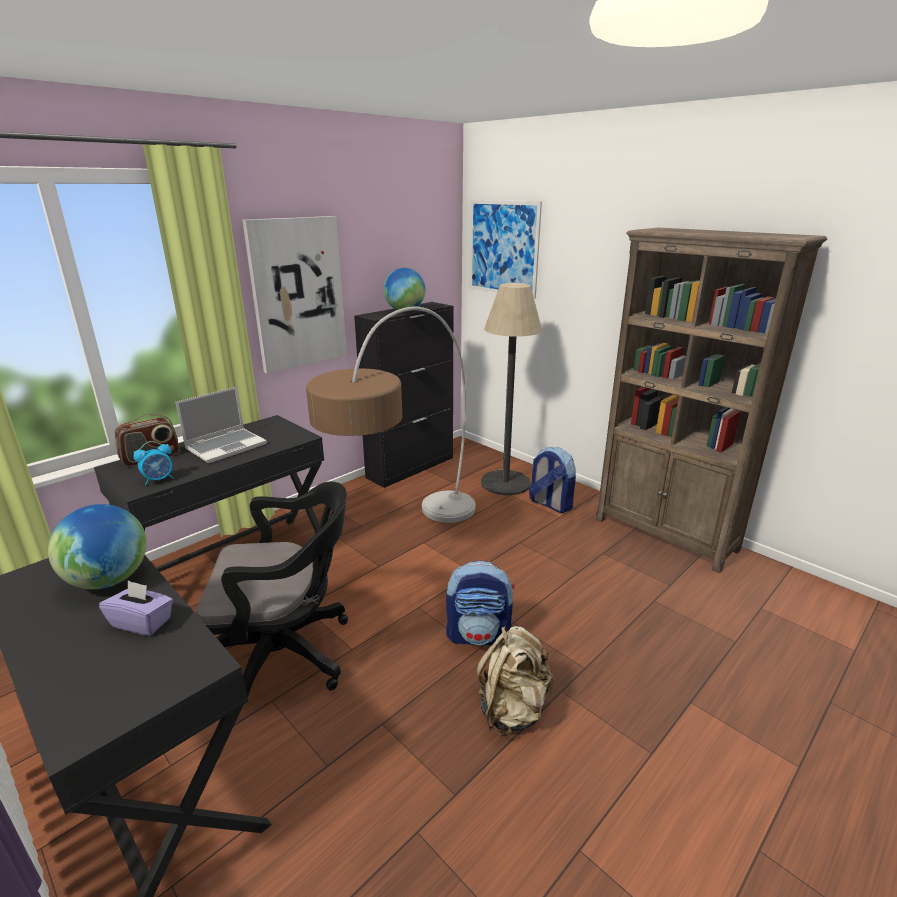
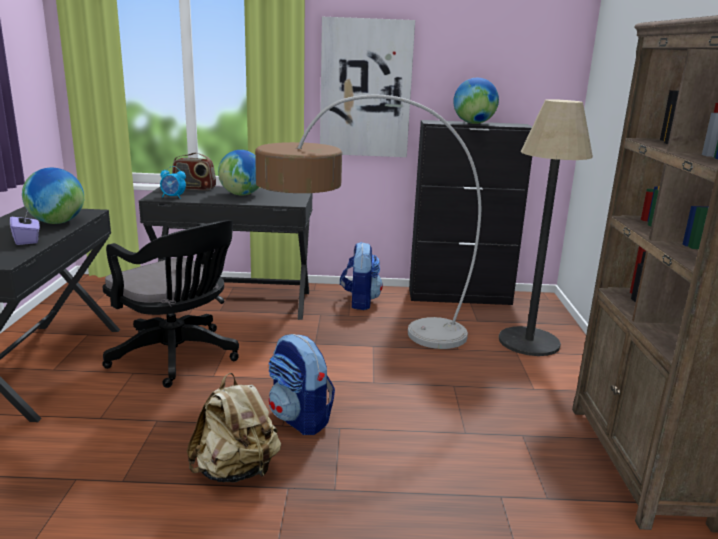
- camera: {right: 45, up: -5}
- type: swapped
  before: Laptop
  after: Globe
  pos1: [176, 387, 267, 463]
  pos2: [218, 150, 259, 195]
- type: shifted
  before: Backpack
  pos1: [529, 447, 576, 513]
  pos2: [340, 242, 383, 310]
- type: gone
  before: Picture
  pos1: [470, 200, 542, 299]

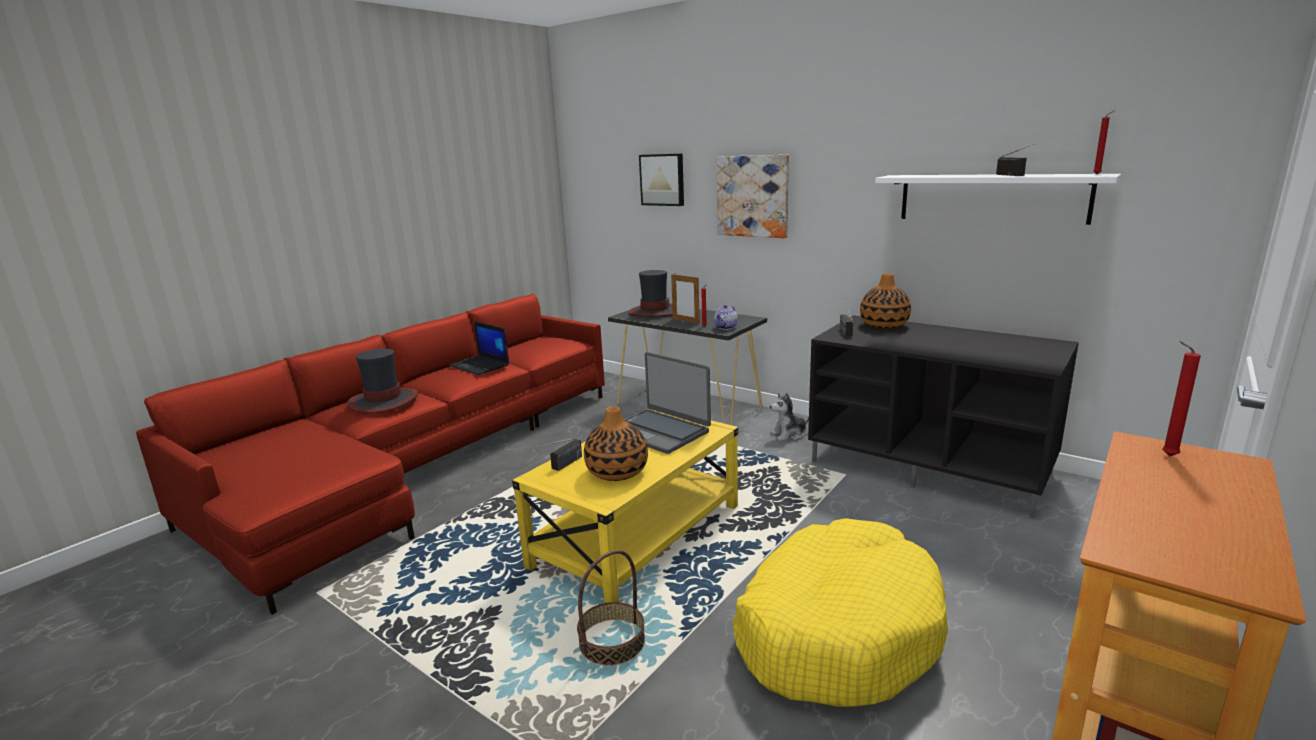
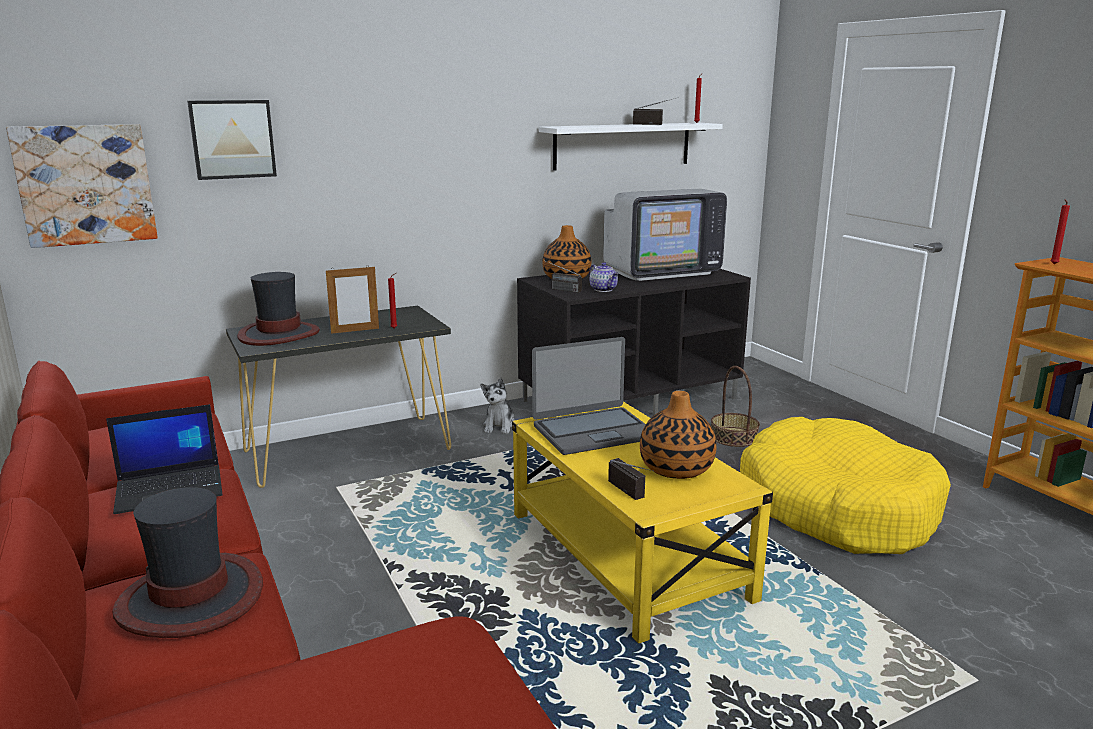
- camera: {right: -65, up: 0}
- type: shifted
  before: Picture
  pos1: [717, 155, 789, 238]
  pos2: [6, 124, 158, 248]
- type: shifted
  before: Teapot
  pos1: [714, 305, 738, 330]
  pos2: [589, 262, 619, 292]
- type: new
  after: Television
  pos2: [603, 189, 727, 281]
- type: shifted
  before: Basket
  pos1: [577, 550, 645, 666]
  pos2: [711, 366, 760, 447]

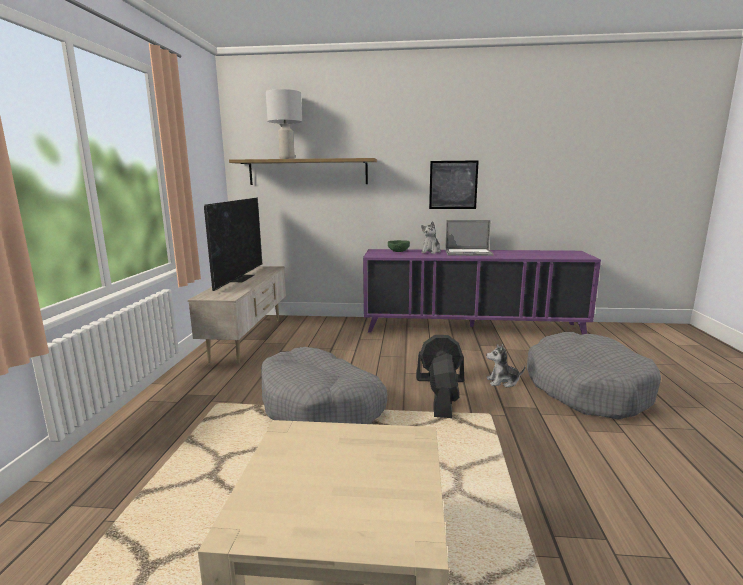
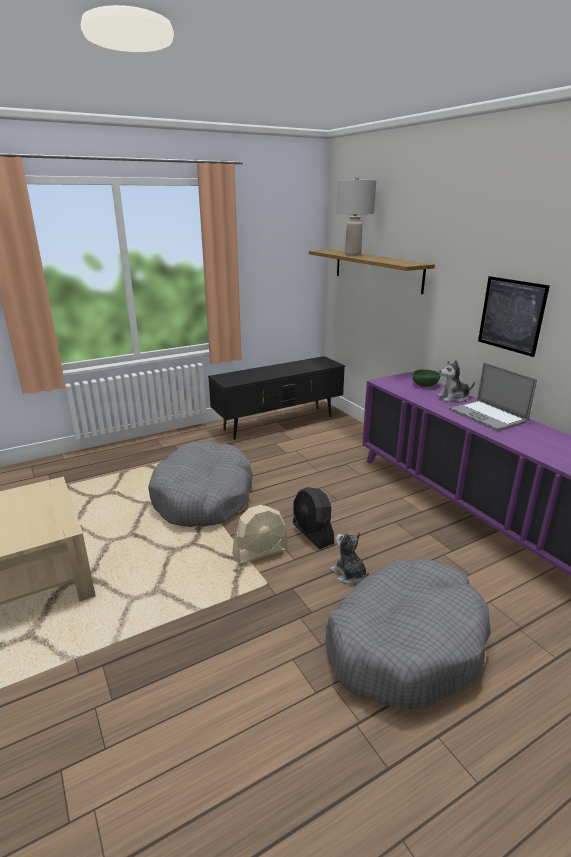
- camera: {right: 55, up: 10}
- type: repainted
  before: BeigeTvStand
  after: BlackTvStand
  pos1: [188, 266, 286, 364]
  pos2: [208, 356, 345, 440]
- type: repainted
  before: BlackFan
  after: BeigeFan
  pos1: [429, 353, 459, 418]
  pos2: [232, 505, 288, 564]
- type: gone
  before: Television
  pos1: [204, 197, 262, 291]

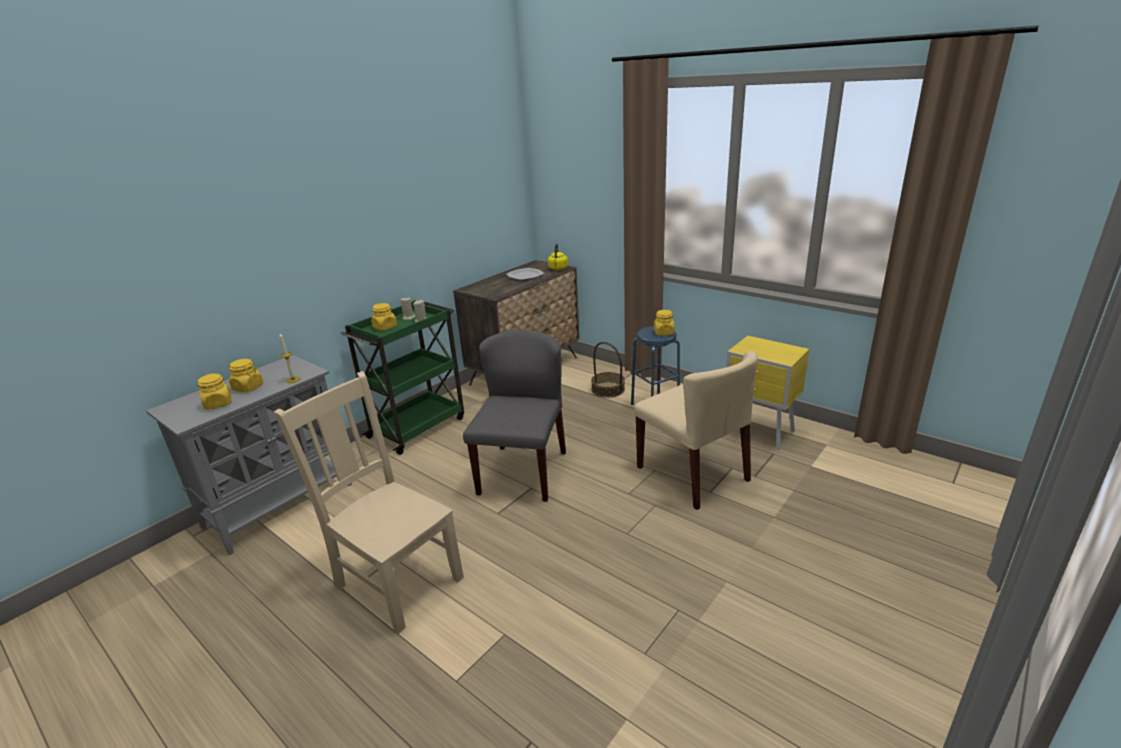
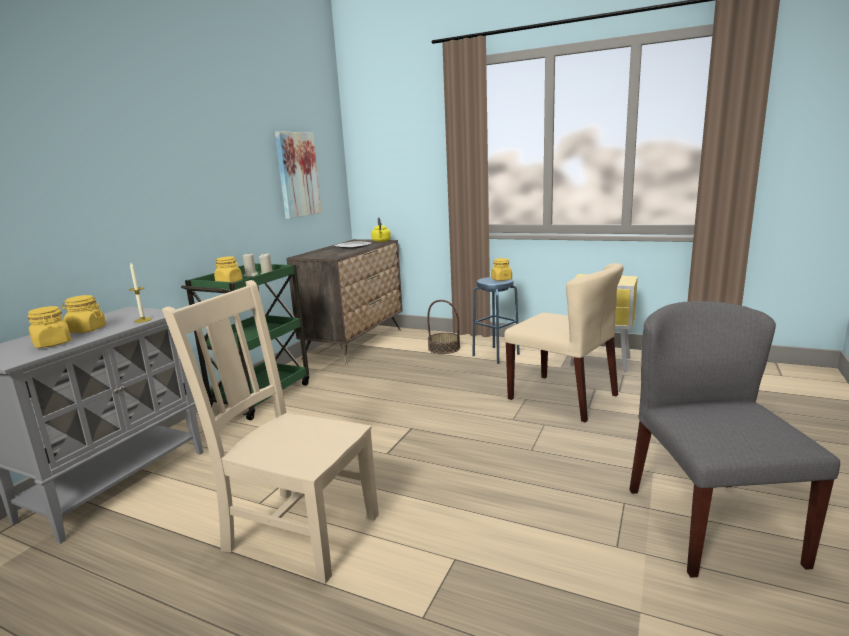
- camera: {right: -15, up: -10}
- type: new
  after: Picture
  pos2: [275, 131, 321, 219]
- type: shifted
  before: GreyChair
  pos1: [463, 329, 566, 502]
  pos2: [629, 301, 840, 578]

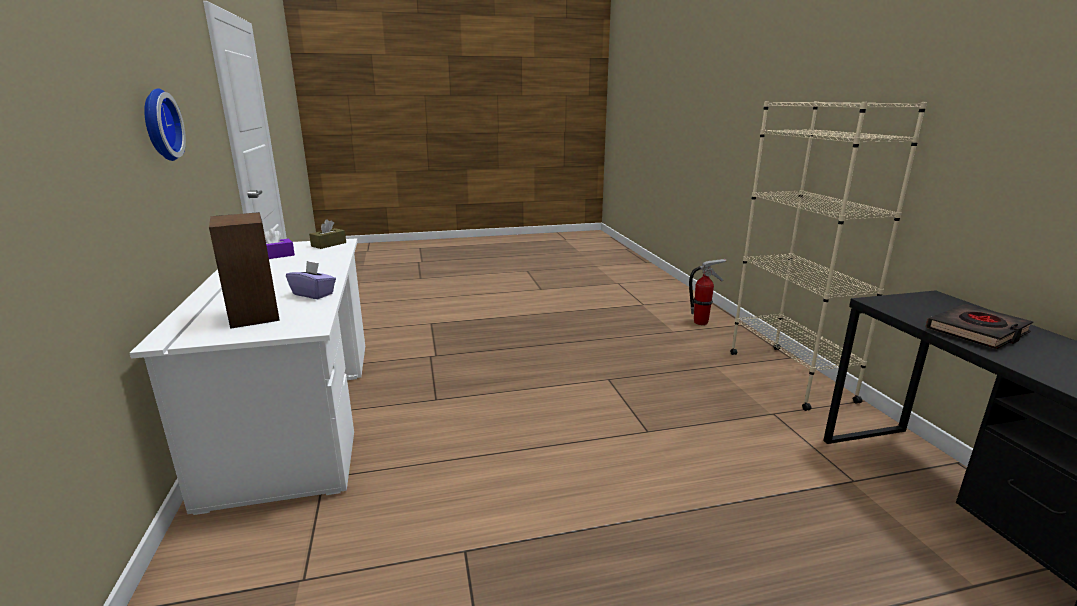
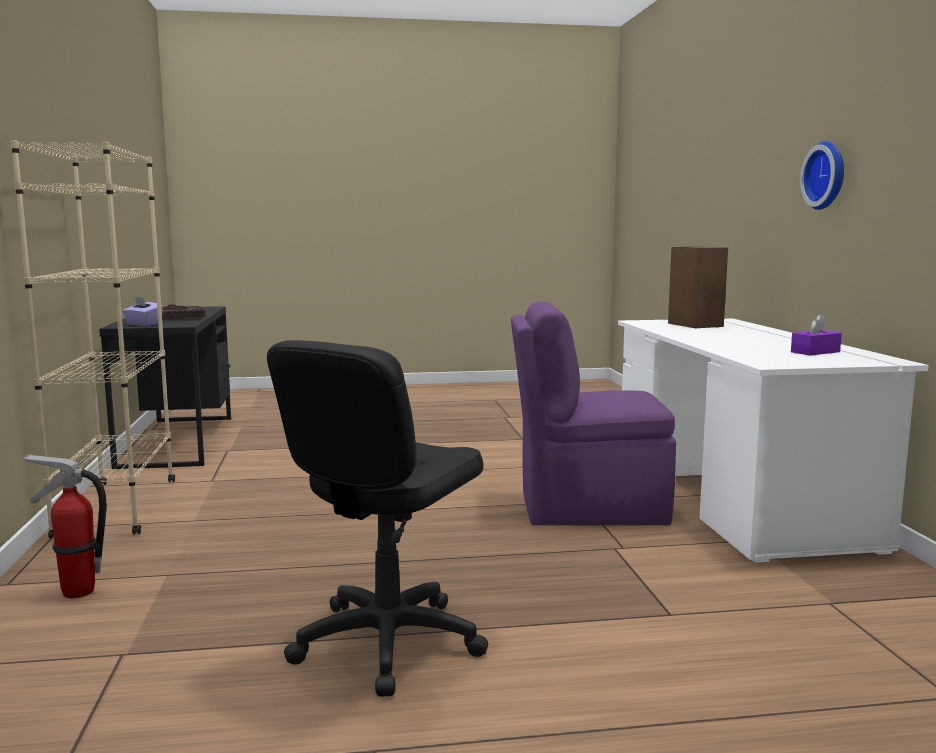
- camera: {right: -175, up: -10}
- type: shifted
  before: PurpleTissueBox
  pos1: [286, 261, 336, 299]
  pos2: [122, 297, 163, 326]
- type: new
  after: BlackOfficeChair
  pos2: [267, 340, 488, 697]
- type: new
  after: PurpleChair
  pos2: [511, 301, 676, 525]
- type: gone
  before: BrownTissueBox
  pos1: [309, 219, 346, 249]

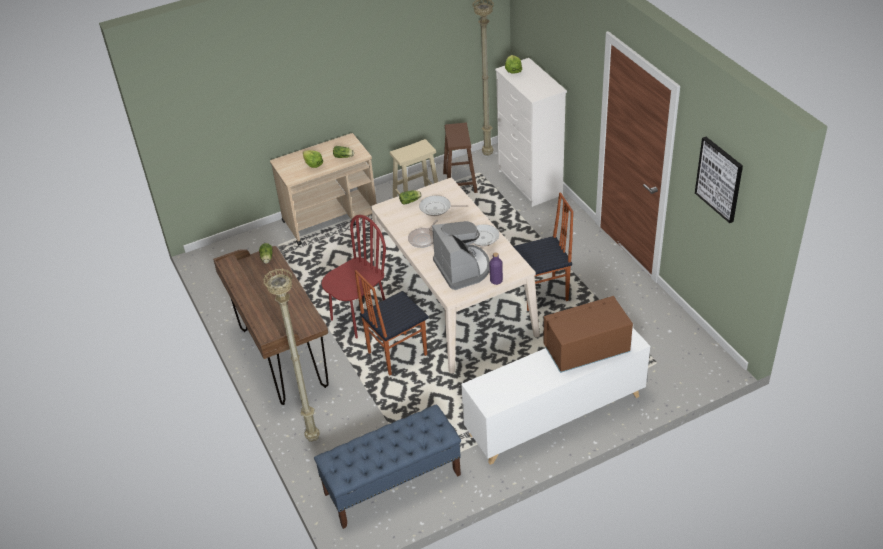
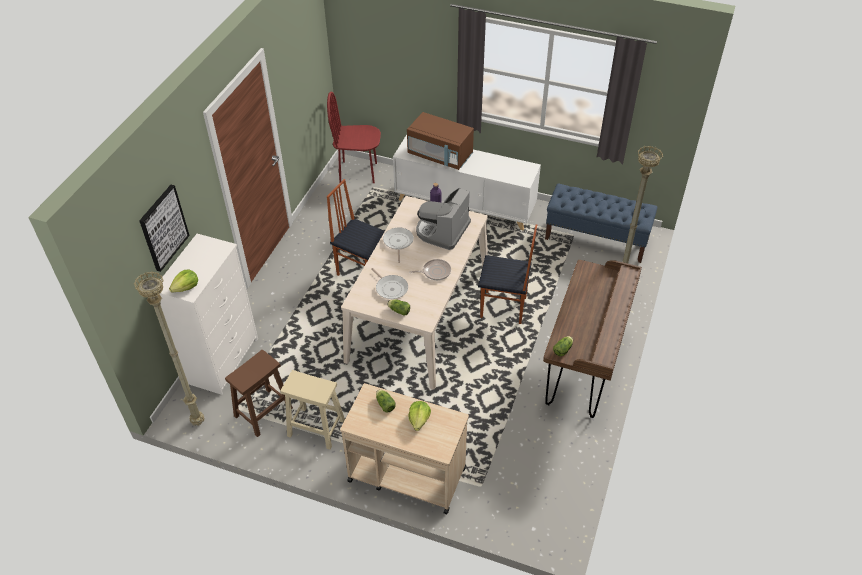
- camera: {right: -135, up: 5}
- type: shifted
  before: Picture
  pos1: [695, 137, 743, 223]
  pos2: [139, 185, 190, 272]
- type: shifted
  before: RedChair
  pos1: [321, 215, 386, 338]
  pos2: [327, 92, 381, 183]

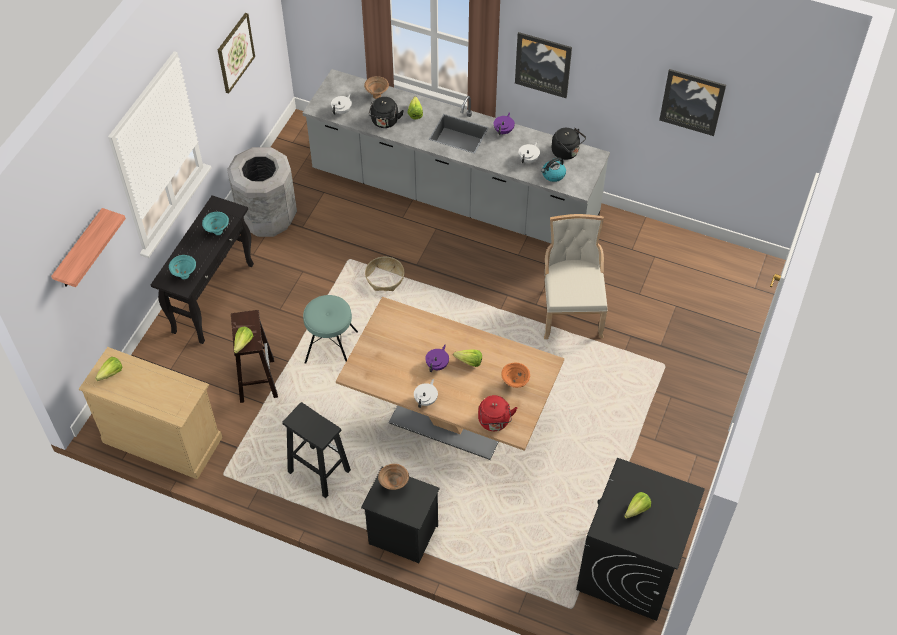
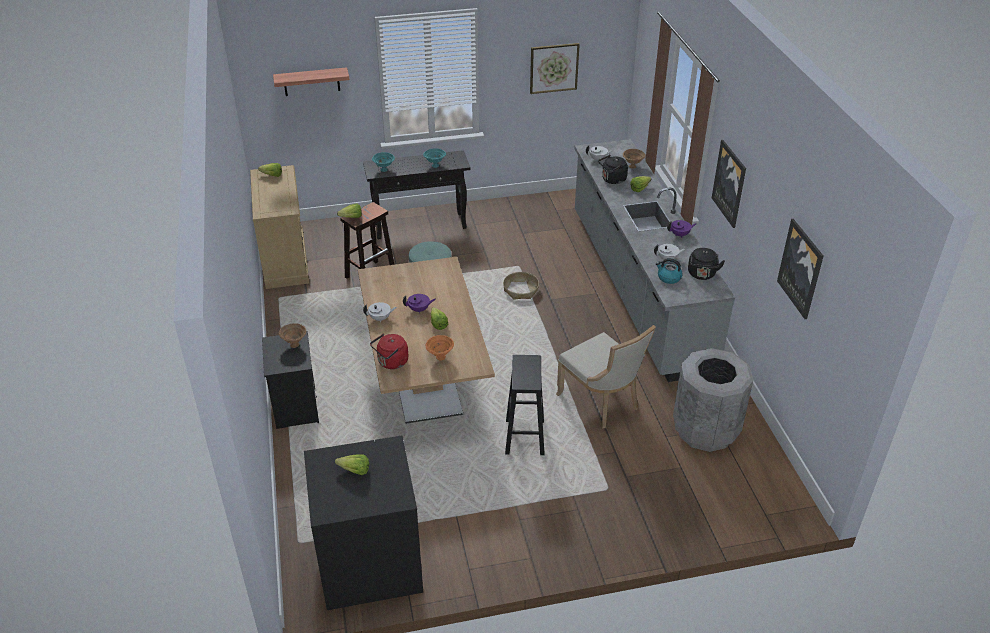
- camera: {right: 55, up: -15}
- type: shifted
  before: BlackStool
  pos1: [282, 402, 351, 498]
  pos2: [505, 355, 544, 455]
- type: rotated
  before: BeigeChair
  pos1: [544, 214, 608, 339]
  pos2: [556, 325, 656, 428]
  turn: 90
- type: shifted
  before: GreyTrashCan
  pos1: [227, 147, 297, 237]
  pos2: [673, 348, 753, 452]

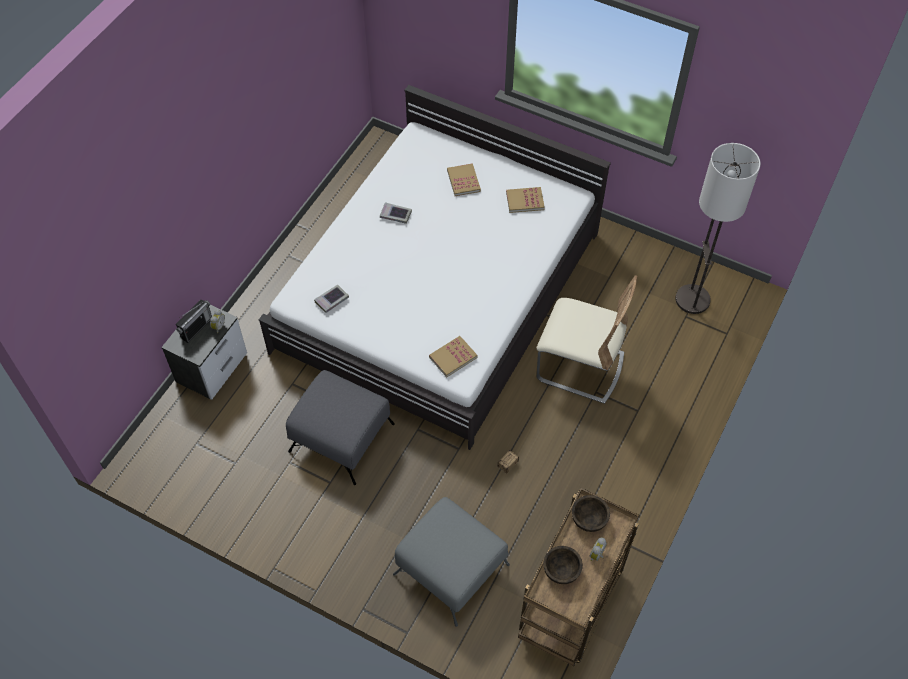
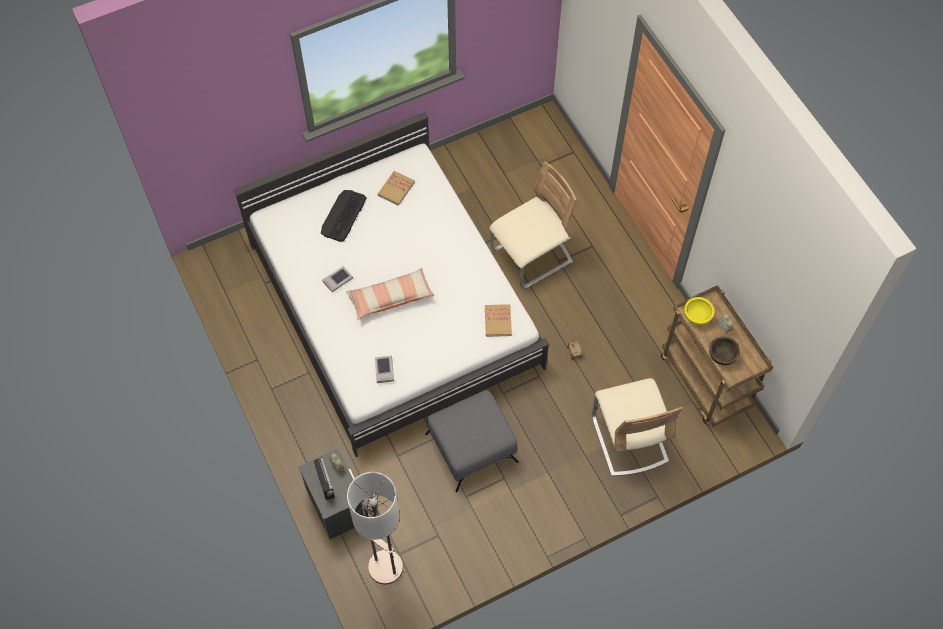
- camera: {right: -55, up: 5}
- type: swapped
  before: Book
  after: Keyboard
  pos1: [447, 164, 481, 196]
  pos2: [321, 190, 367, 242]
- type: new
  after: Pillow
  pos2: [346, 268, 435, 320]
- type: shifted
  before: FloorLamp
  pos1: [675, 143, 761, 314]
  pos2: [347, 472, 403, 584]
- type: swapped
  before: GreyOttoman
  after: BeigeChair
  pos1: [393, 497, 510, 627]
  pos2: [592, 378, 683, 476]
- type: repainted
  before: BrownBowl
  after: YellowBowl
  pos1: [572, 495, 610, 532]
  pos2: [684, 297, 714, 325]

